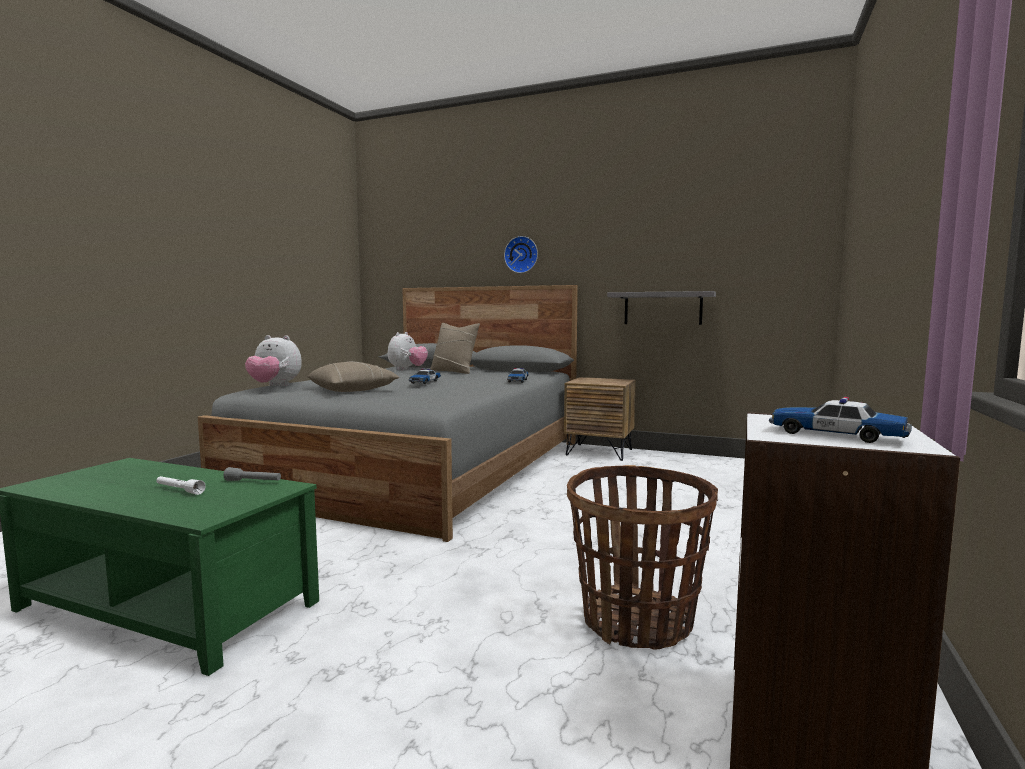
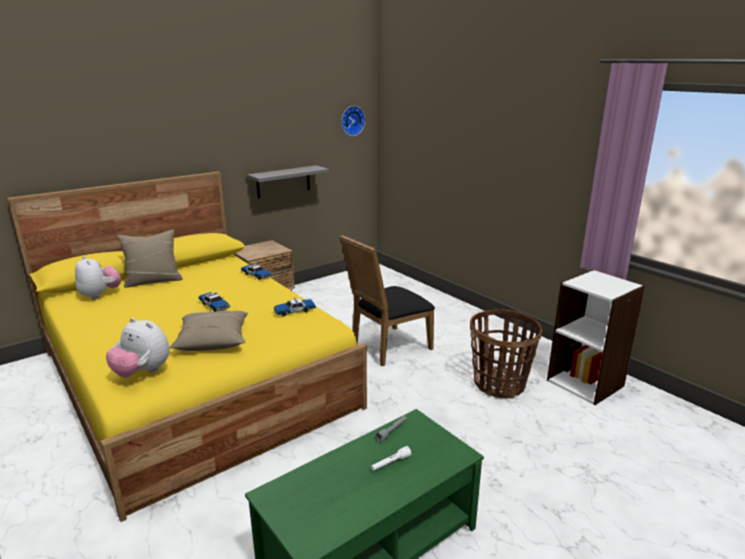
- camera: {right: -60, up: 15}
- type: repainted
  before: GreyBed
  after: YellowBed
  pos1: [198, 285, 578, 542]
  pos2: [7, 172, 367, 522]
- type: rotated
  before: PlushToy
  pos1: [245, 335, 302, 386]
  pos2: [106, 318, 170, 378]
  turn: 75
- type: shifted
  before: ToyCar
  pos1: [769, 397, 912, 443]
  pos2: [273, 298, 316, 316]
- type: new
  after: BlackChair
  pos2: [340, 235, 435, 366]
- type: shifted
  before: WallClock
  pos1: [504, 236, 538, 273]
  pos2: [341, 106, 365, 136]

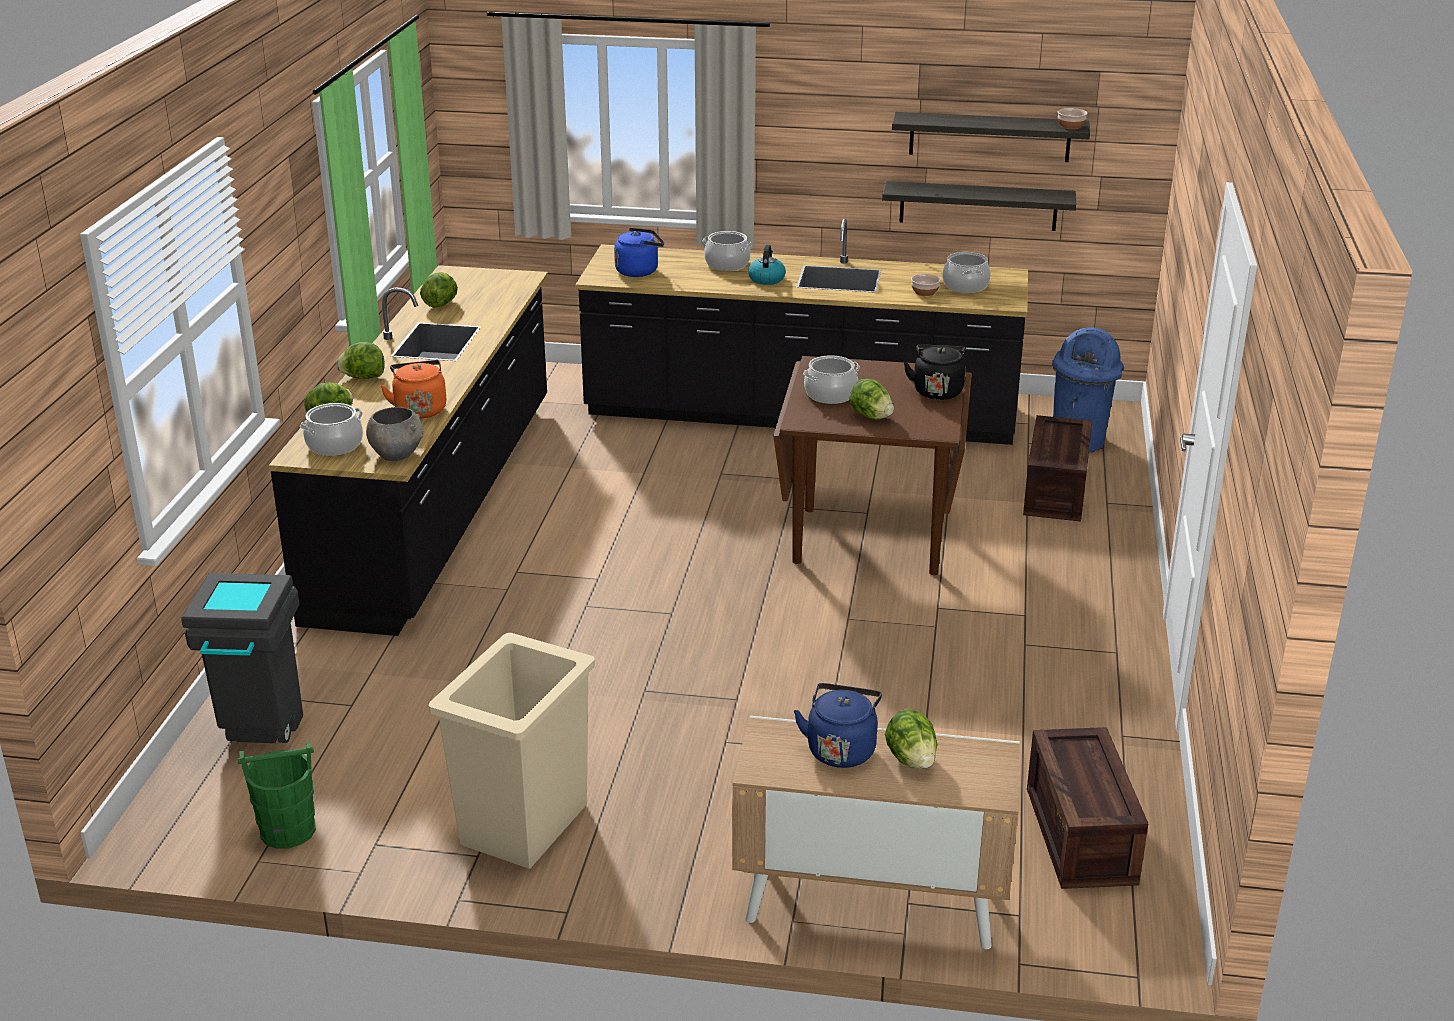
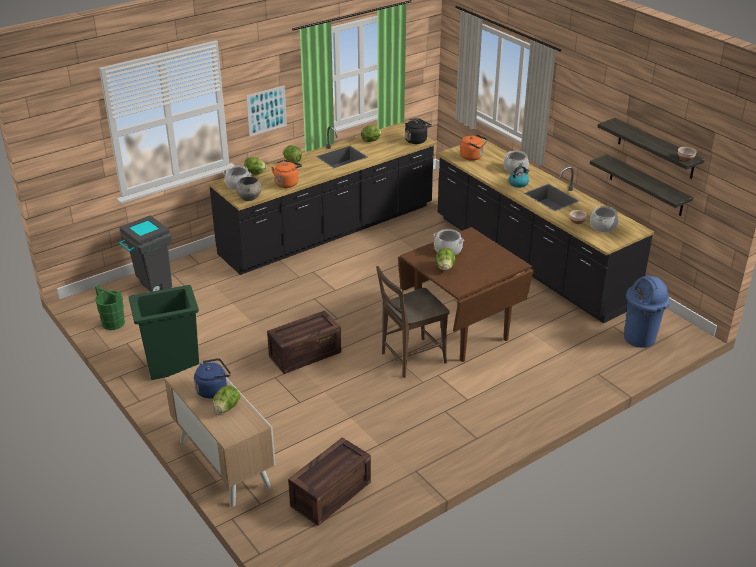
- camera: {right: 45, up: 5}
- type: repainted
  before: BeigeTrashCan
  after: GreenTrashCan
  pos1: [429, 633, 595, 869]
  pos2: [128, 285, 199, 380]
- type: new
  after: Picture
  pos2: [246, 85, 287, 136]
- type: shifted
  before: Crate
  pos1: [1023, 415, 1092, 522]
  pos2: [267, 311, 341, 374]
- type: new
  after: BrownChair
  pos2: [376, 266, 450, 378]
- type: shifted
  before: BlackKettle
  pos1: [904, 344, 965, 400]
  pos2: [405, 118, 432, 144]
- type: repainted
  before: BlueKettle
  after: OrangeKettle
  pos1: [614, 228, 664, 277]
  pos2: [460, 134, 488, 161]

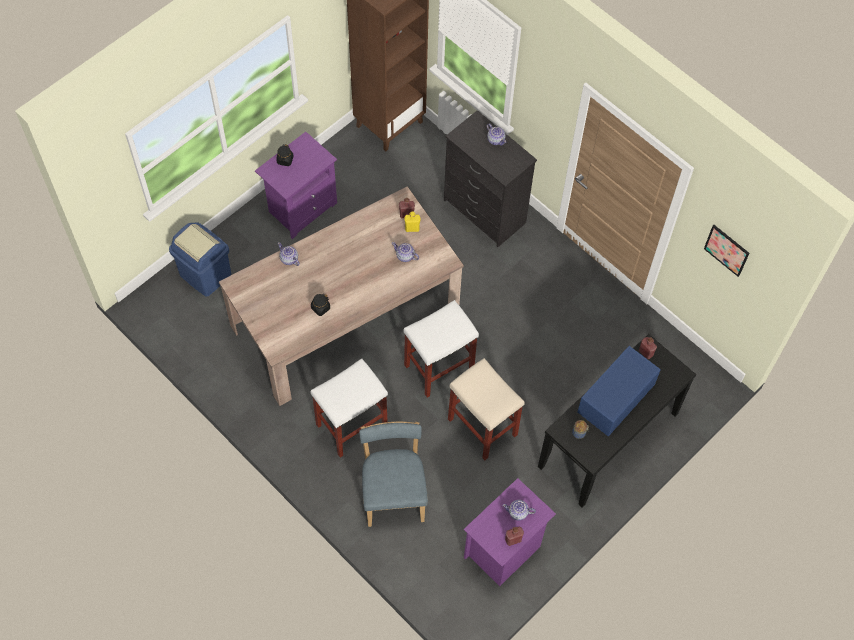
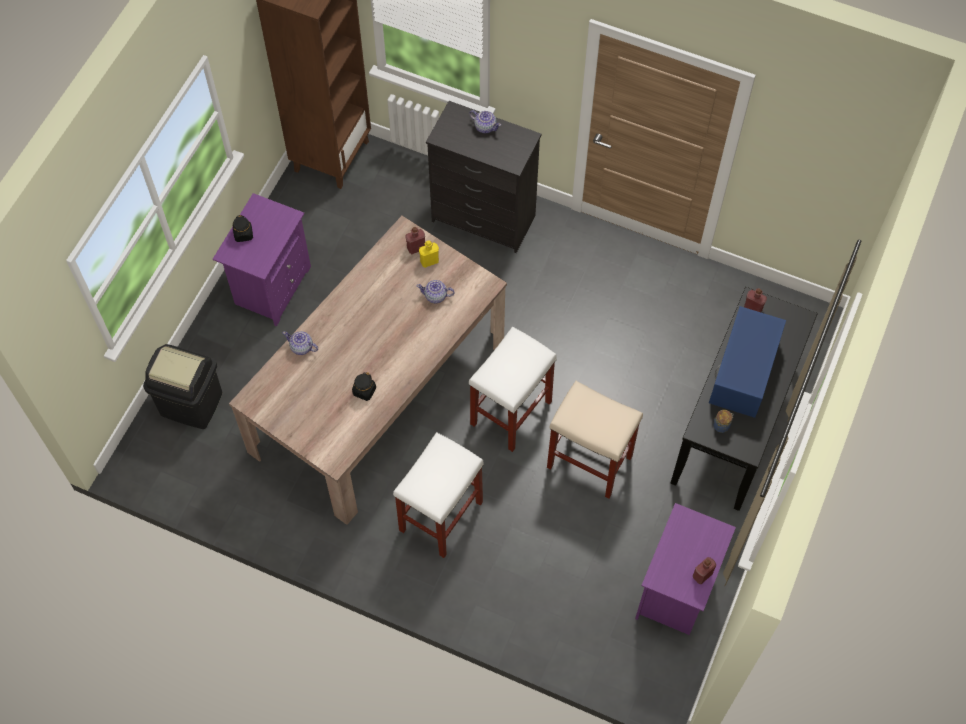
- camera: {right: -20, up: 0}
- type: repainted
  before: BlueTrashCan
  after: BlackTrashCan
  pos1: [169, 222, 231, 297]
  pos2: [143, 344, 222, 429]
- type: gone
  before: BlueChair
  pos1: [359, 422, 428, 527]
- type: gone
  before: Teapot
  pos1: [503, 500, 536, 520]
- type: gone
  before: Picture
  pos1: [704, 225, 749, 277]

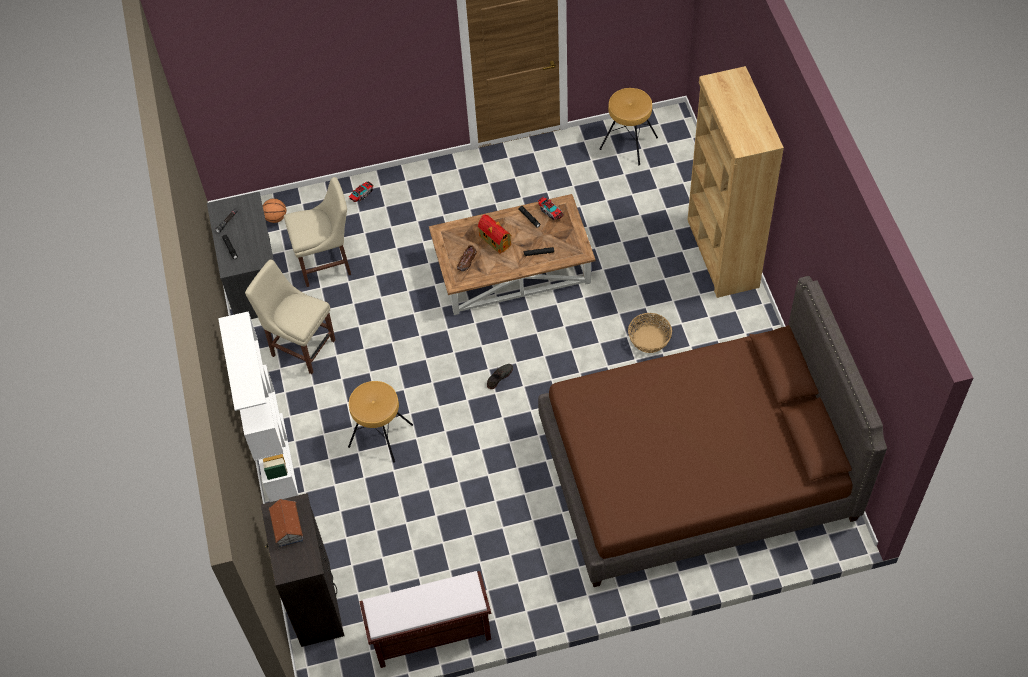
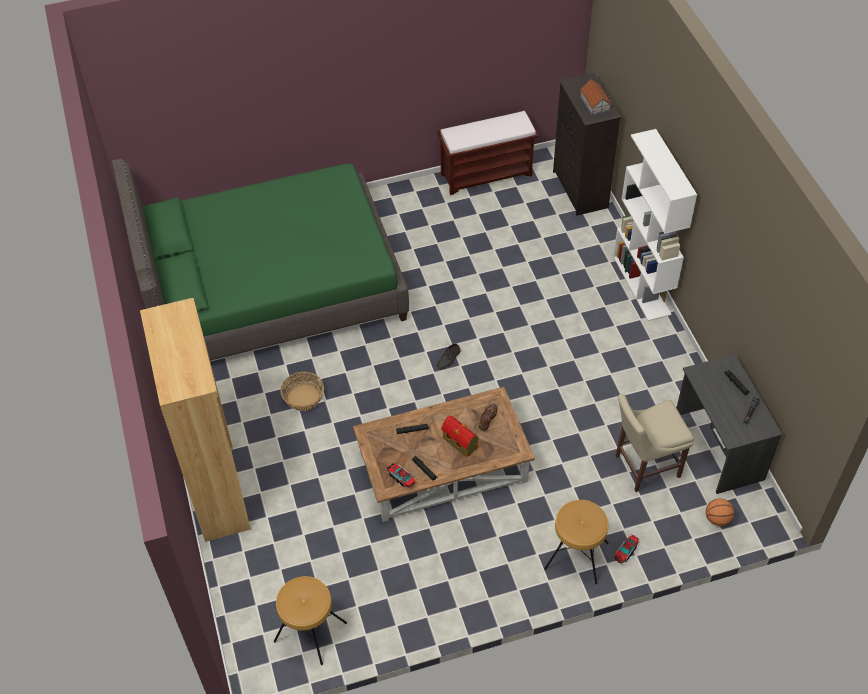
- camera: {right: 175, up: -5}
- type: repainted
  before: BrownBed
  after: GreenBed
  pos1: [538, 276, 887, 587]
  pos2: [112, 159, 409, 360]
- type: shifted
  before: BrownStool
  pos1: [348, 381, 413, 463]
  pos2: [544, 500, 609, 584]
- type: gone
  before: BeigeChair
  pos1: [245, 260, 335, 374]

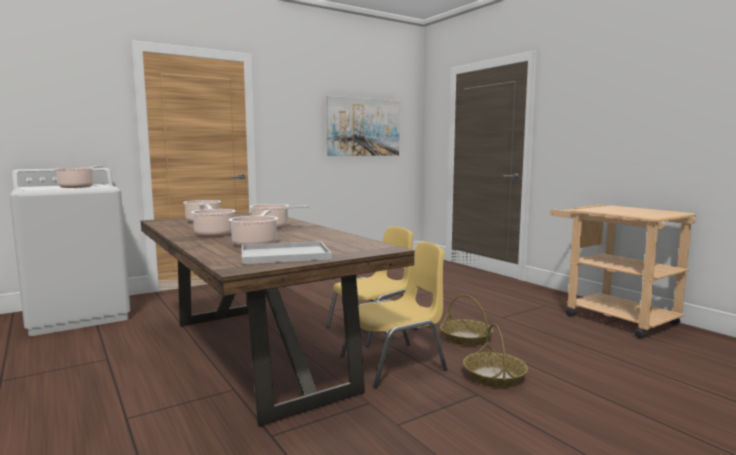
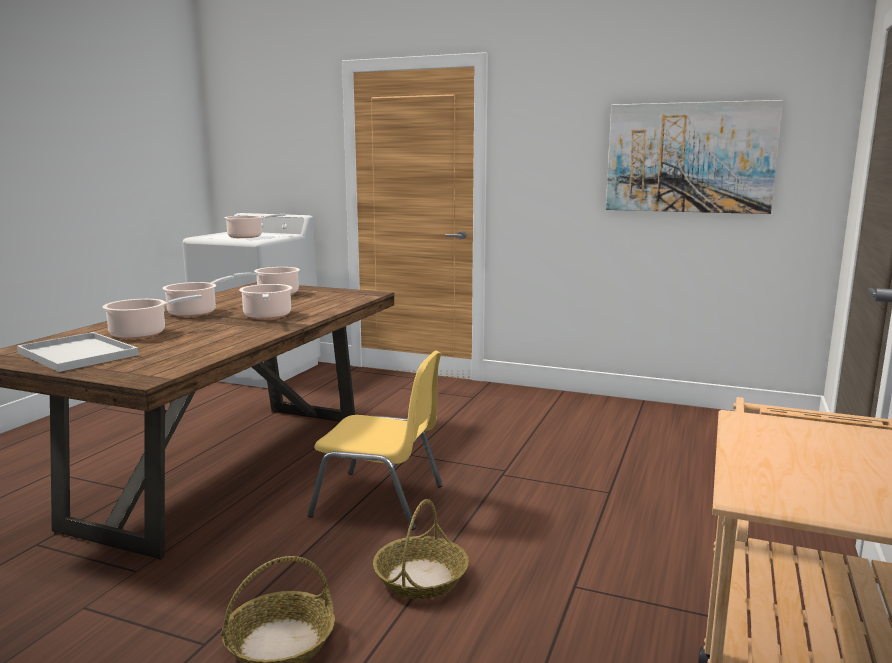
- camera: {right: 55, up: 5}
- type: gone
  before: YellowChair
  pos1: [340, 242, 448, 389]

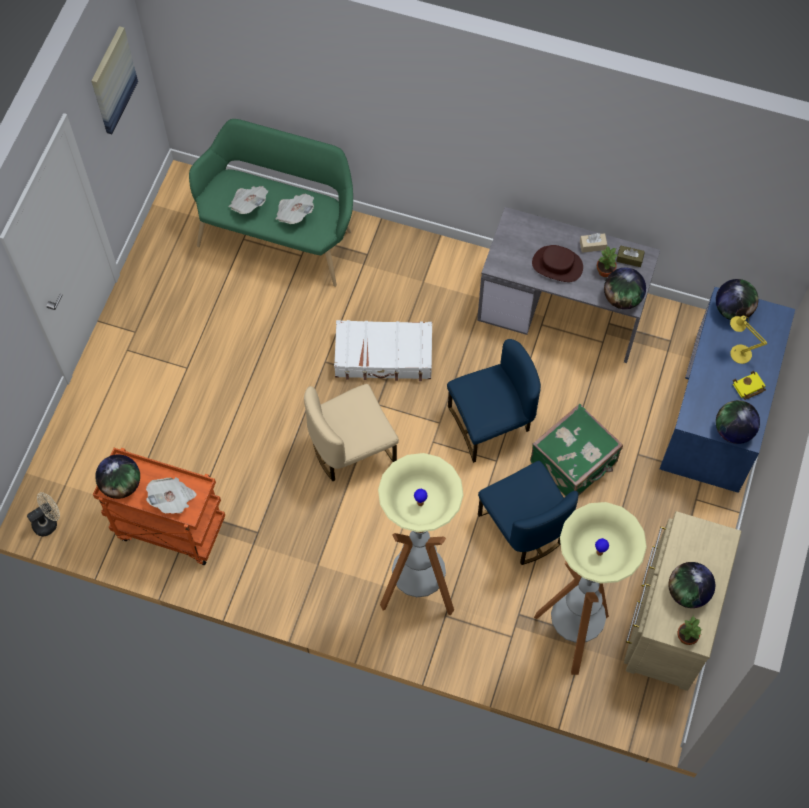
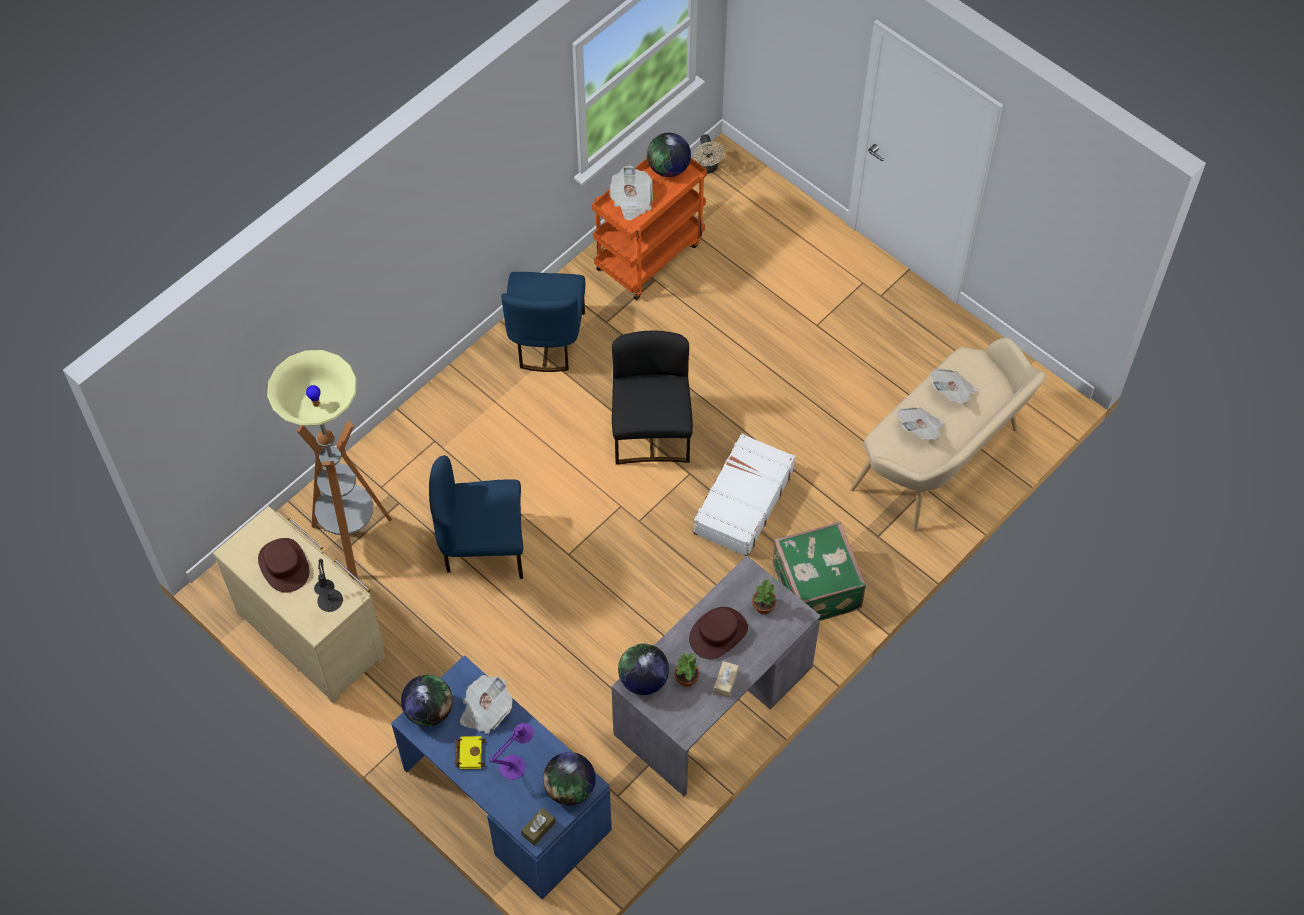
- camera: {right: 115, up: -5}
- type: swapped
  before: Globe
  after: BrownHat
  pos1: [669, 562, 715, 608]
  pos2: [258, 538, 309, 593]
- type: new
  after: BlackTableLamp
  pos2: [314, 559, 343, 612]
- type: new
  after: Newspaper
  pos2: [460, 675, 513, 734]
- type: repainted
  before: YellowTableLamp
  after: PurpleTableLamp
  pos1: [730, 316, 767, 364]
  pos2: [489, 723, 534, 780]
- type: shifted
  before: BlueChair
  pos1: [447, 339, 541, 463]
  pos2: [501, 272, 585, 372]
- type: shifted
  before: BrownTissueBox
  pos1: [616, 245, 645, 267]
  pos2: [521, 808, 555, 846]
- type: repainted
  before: BeigeChair
  after: BlackChair
  pos1: [304, 384, 399, 481]
  pos2: [612, 331, 693, 465]
- type: shifted
  before: PottedPlant
  pos1: [677, 616, 702, 645]
  pos2: [752, 579, 776, 614]
- type: shifted
  before: GreenSuitcase
  pos1: [530, 404, 623, 496]
  pos2: [772, 522, 866, 621]
- type: repainted
  before: GreenBench
  after: BeigeBench
  pos1: [189, 119, 353, 287]
  pos2: [851, 338, 1046, 531]
- type: gone
  before: Picture
  pos1: [91, 26, 138, 134]
- type: gone
  before: FloorLamp
  pos1: [378, 453, 463, 615]

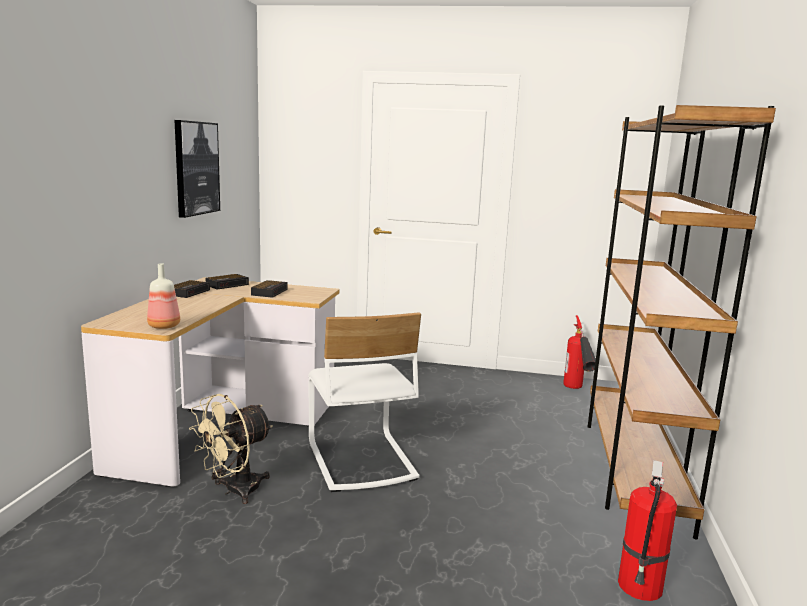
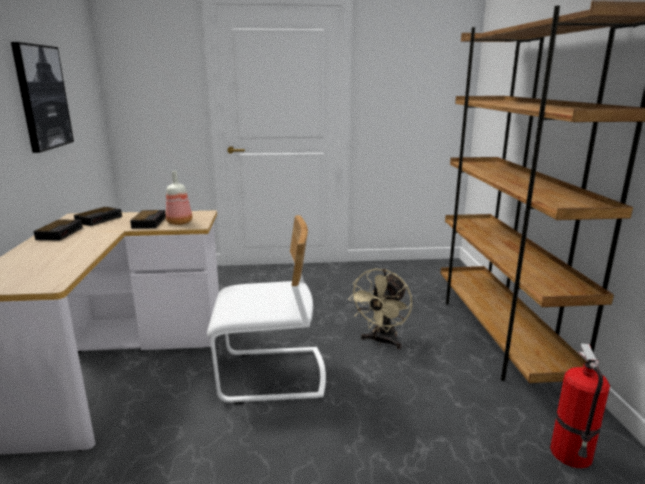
- camera: {right: -15, up: 5}
- type: shifted
  before: Bottle
  pos1: [147, 263, 180, 329]
  pos2: [166, 171, 192, 225]
- type: rotated
  before: WhiteChair
  pos1: [308, 312, 421, 492]
  pos2: [207, 215, 326, 404]
  turn: -60
- type: shifted
  before: BeigeFan
  pos1: [189, 394, 273, 504]
  pos2: [348, 269, 412, 349]
- type: gone
  before: FireExtinguisher
  pos1: [563, 315, 596, 389]

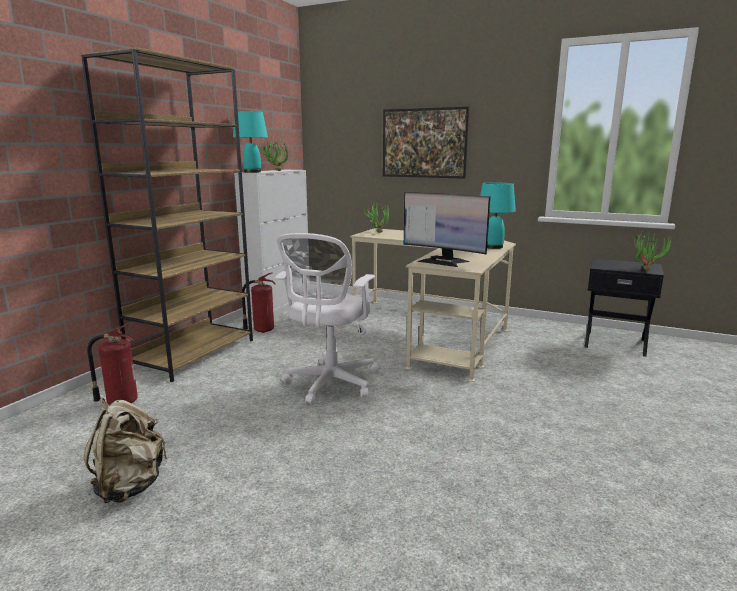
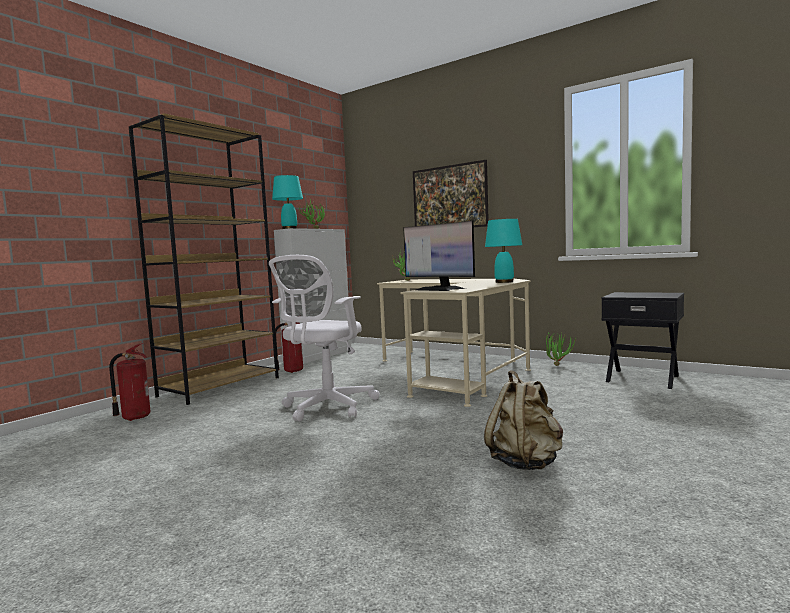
- camera: {right: 10, up: -10}
- type: shifted
  before: BeigeBackpack
  pos1: [84, 398, 167, 503]
  pos2: [484, 370, 563, 470]
- type: shifted
  before: PottedPlant
  pos1: [632, 229, 673, 271]
  pos2: [546, 332, 576, 366]

